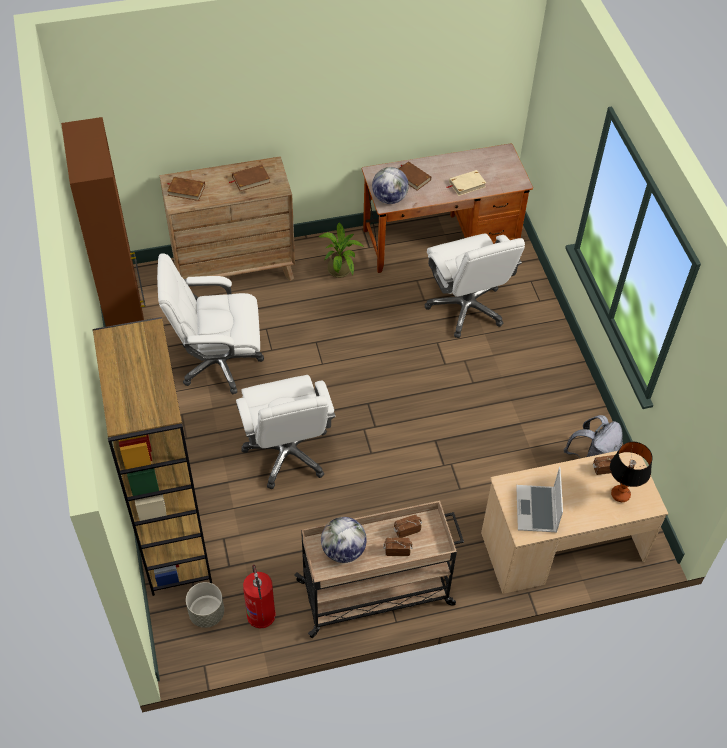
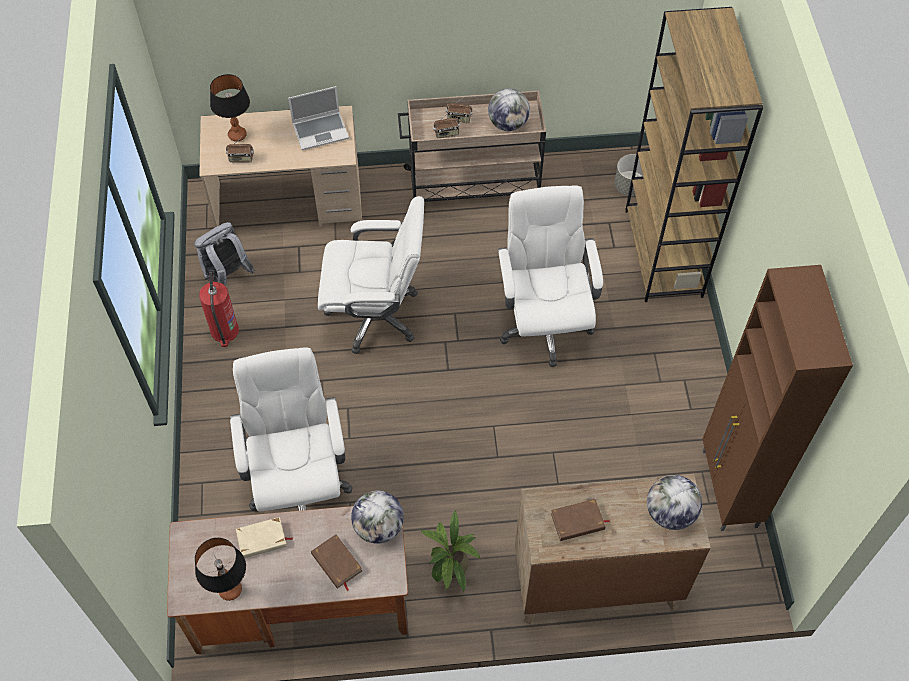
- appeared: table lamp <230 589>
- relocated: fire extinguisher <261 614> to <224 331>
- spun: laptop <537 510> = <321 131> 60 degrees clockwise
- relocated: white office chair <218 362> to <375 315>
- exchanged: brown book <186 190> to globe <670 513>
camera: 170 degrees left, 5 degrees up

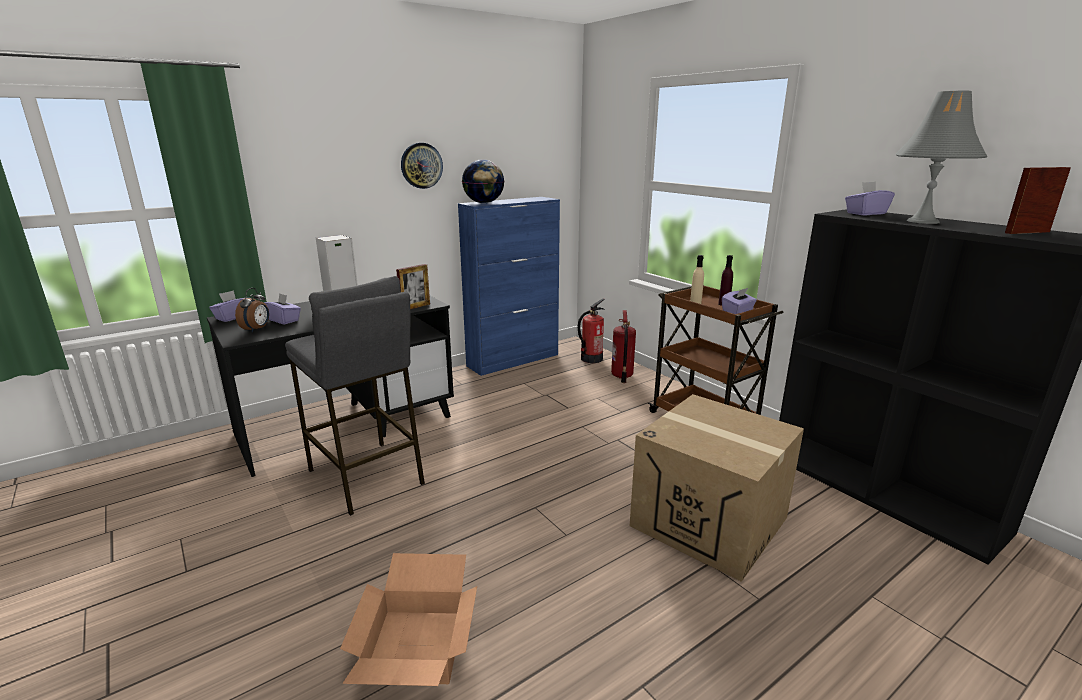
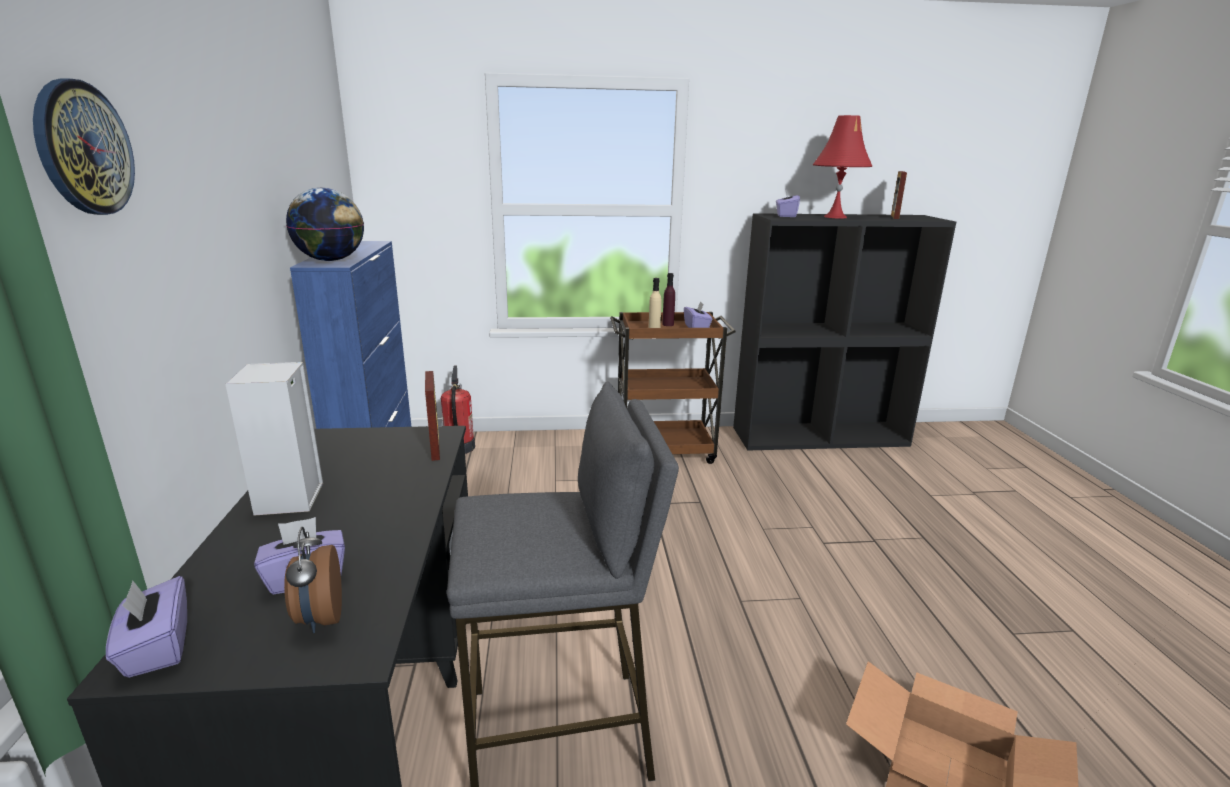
- relocated: wall clock <421 165> to <83 148>
- spun: alarm clock <257 329> = <319 618> 150 degrees counterclockwise
- colour: grey table lamp <923 221> to red table lamp <835 217>
- missing: fire extinguisher <621 376>
- missing: cardboard box <709 521>
camera: 60 degrees left, 0 degrees up

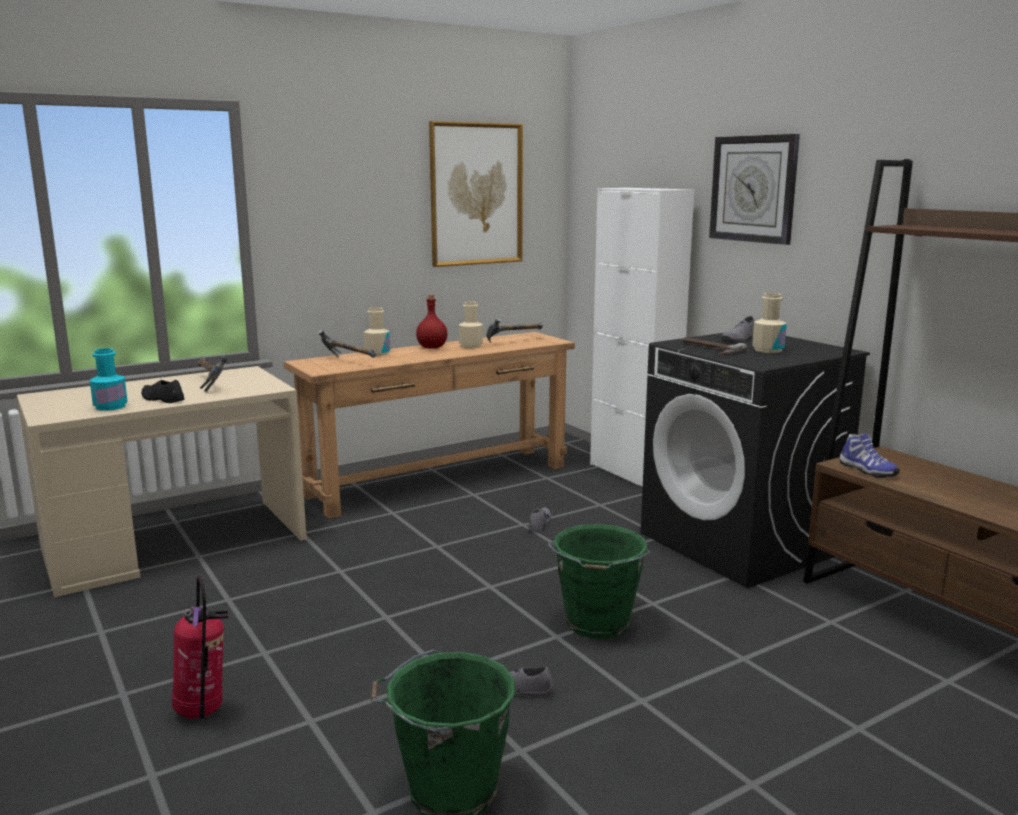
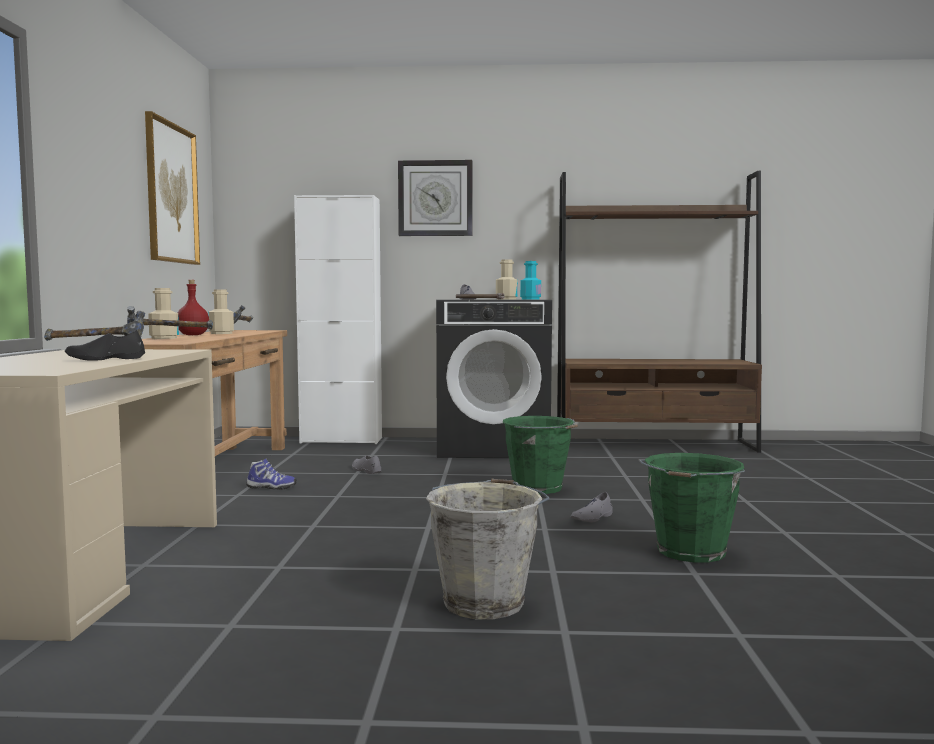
- relocated: shoe <866 471> to <271 487>
- exchanged: fire extinguisher <203 712> to grey bucket <485 602>
- relocated: turquoise bottle <110 407> to <530 299>
camera: 55 degrees left, 10 degrees down

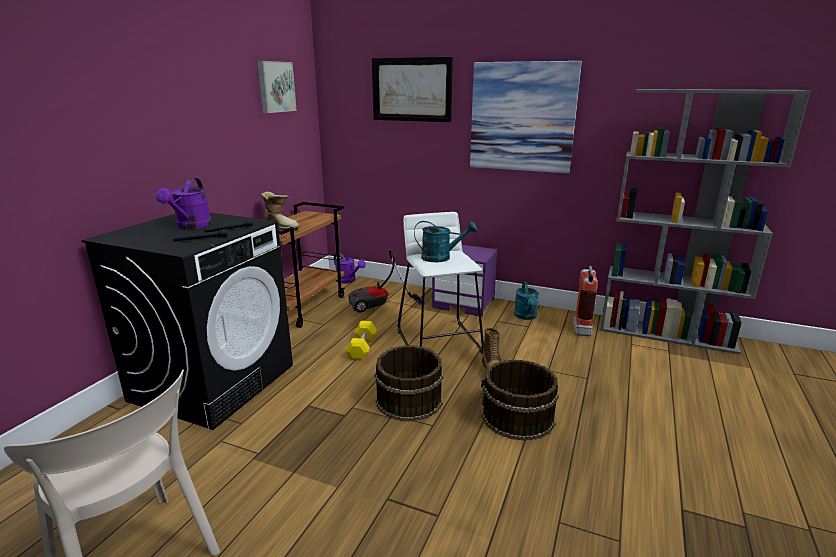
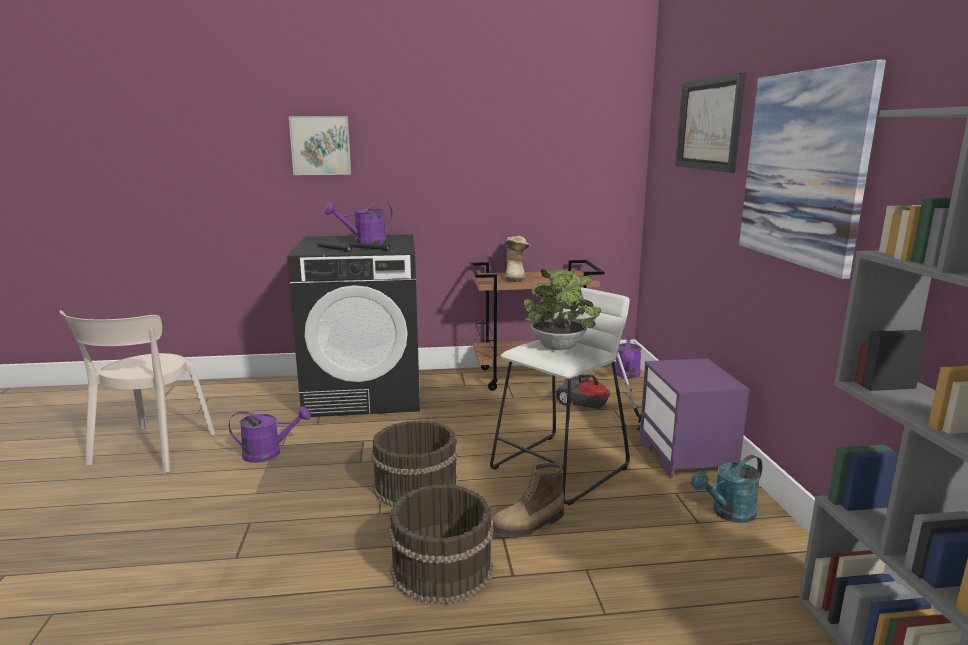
- appeared: purple watering can <269 453>
- relocated: picture <275 87> to <321 145>
- exchanged: turquoise watering can <441 258> to potted plant <559 348>
- missing: yellow dumbbell <362 348>
- missing: fire extinguisher <581 327>
camera: 60 degrees right, 5 degrees down

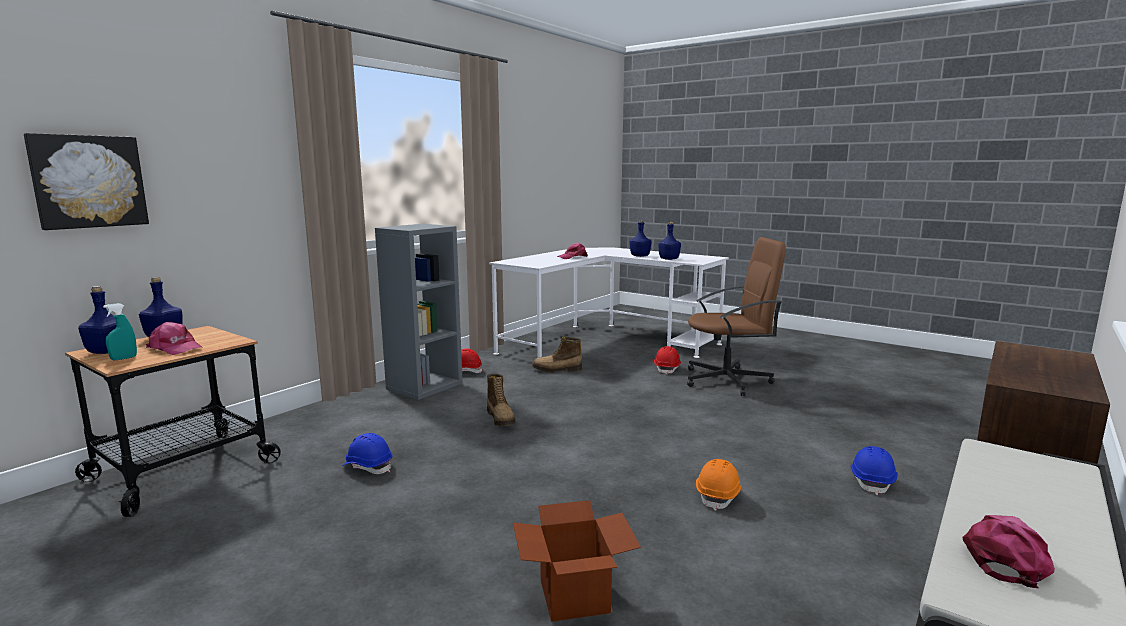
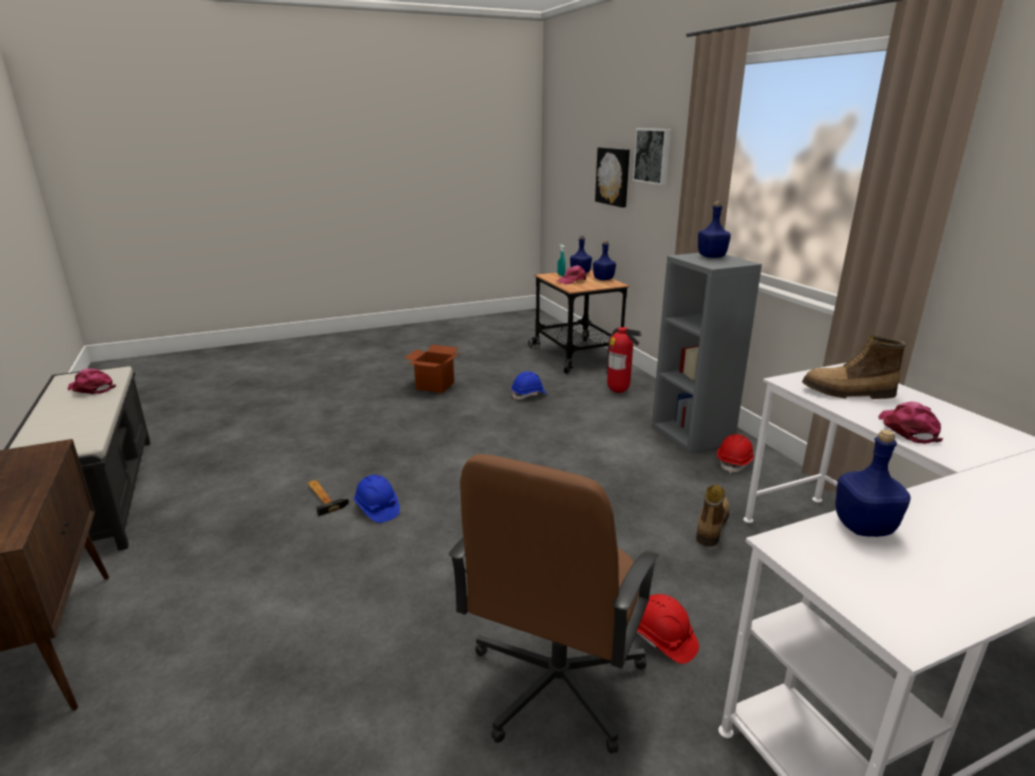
- spun: pink cap <1008 558> = <91 388> 135 degrees clockwise
- exchanged: orange hard hat <718 496> to hammer <324 497>
- relocated: blue hard hat <872 481> to <377 509>
- relocated: cardboard box <573 596> to <435 386>
- appeared: fire extinguisher <618 391>
- appeared: picture <653 156>
- relocated: blue bottle <639 256> to <711 256>
- relocated: boot <501 418> to <848 393>
camera: 120 degrees right, 10 degrees up

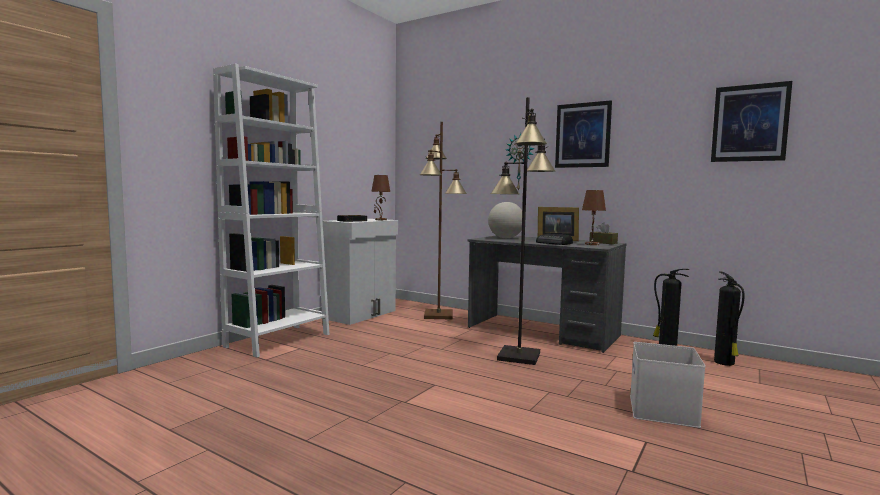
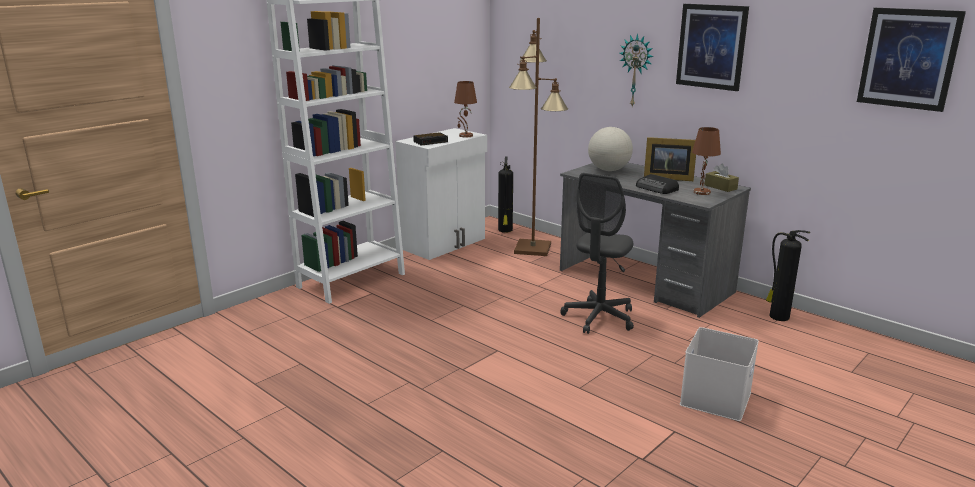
- relocated: fire extinguisher <725 363> to <505 230>
- exchanged: black floor lamp <518 356> to grey office chair <599 318>
camera: 10 degrees right, 15 degrees up

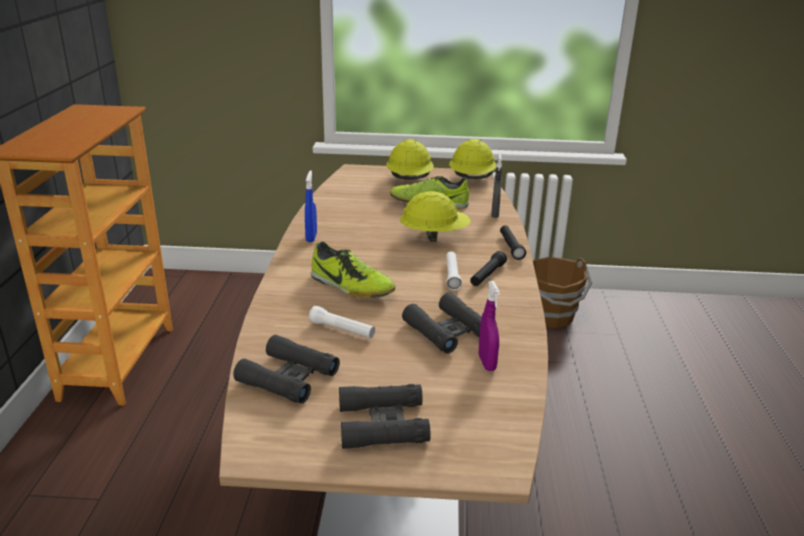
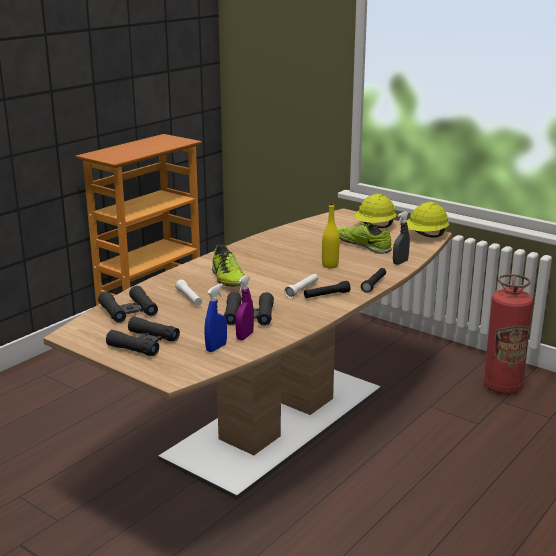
- relocated: blue spray bottle <311 237> to <216 347>
- exchanged: yellow hard hat <434 236> to yellow bottle <330 265>
- exchanged: brown bucket <551 316> to fire extinguisher <502 387>
camera: 35 degrees right, 5 degrees down

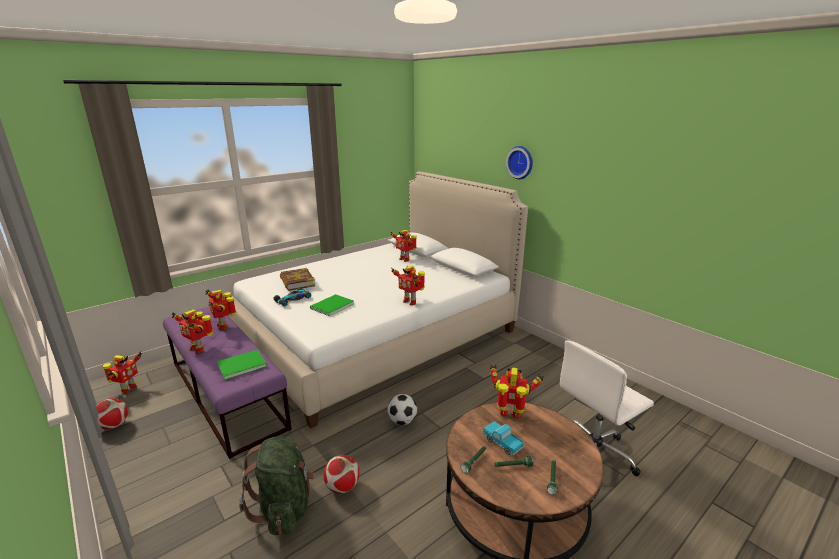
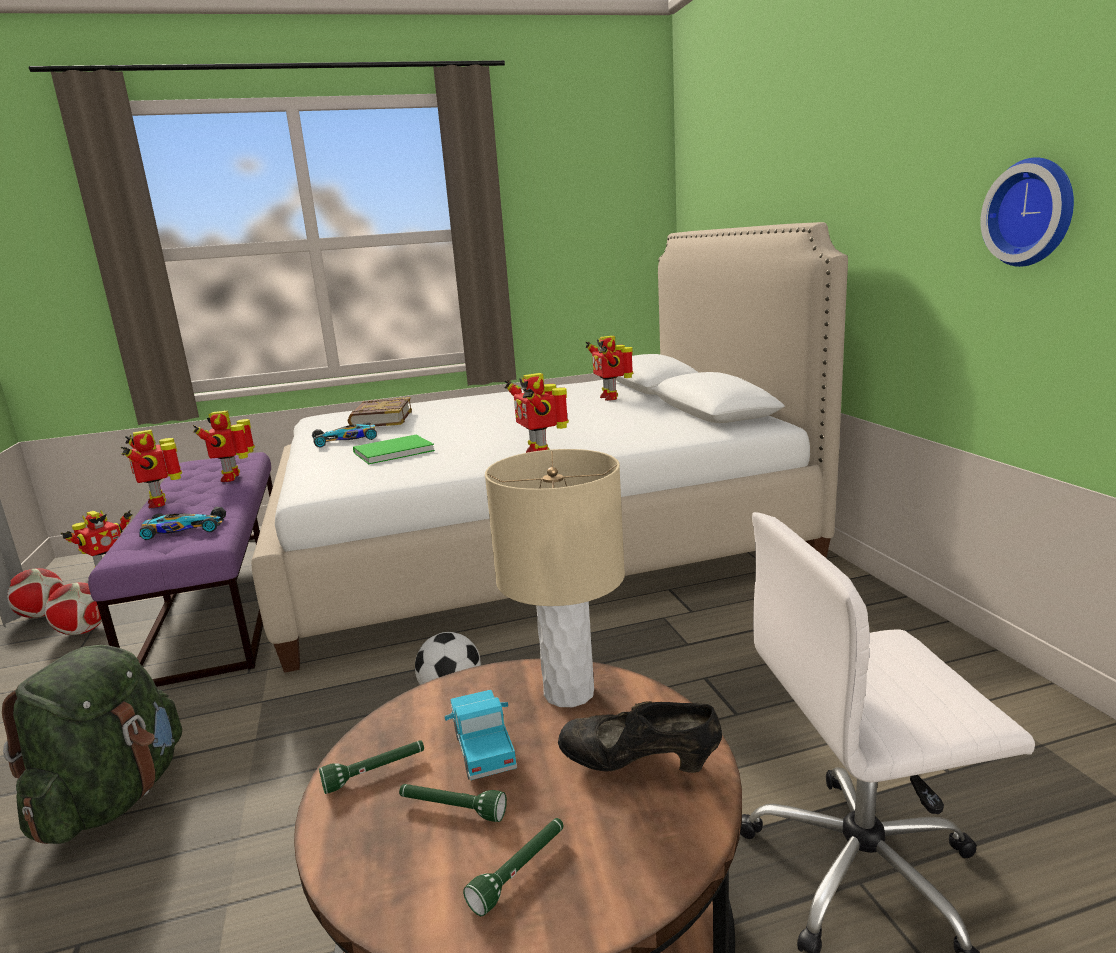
- relocated: football <342 487> to <83 631>
- exchanged: green book <240 365> to toy car <183 529>
- exchanged: toy robot <510 415> to beige table lamp <568 693>
- appeared: black shoe <639 765>
- relocated: wall clock <521 162> to <1033 212>
camera: 25 degrees right, 5 degrees down

